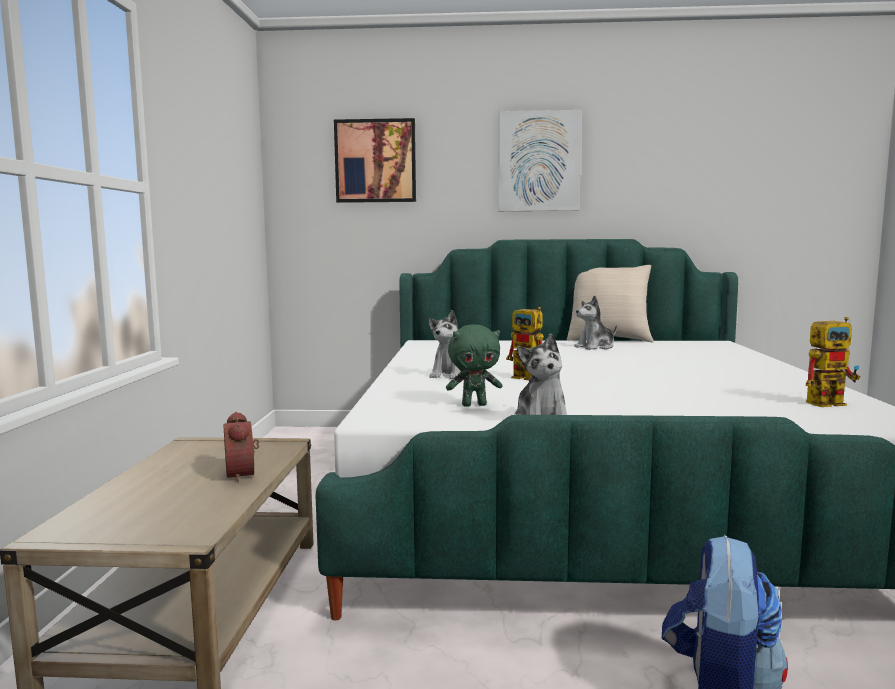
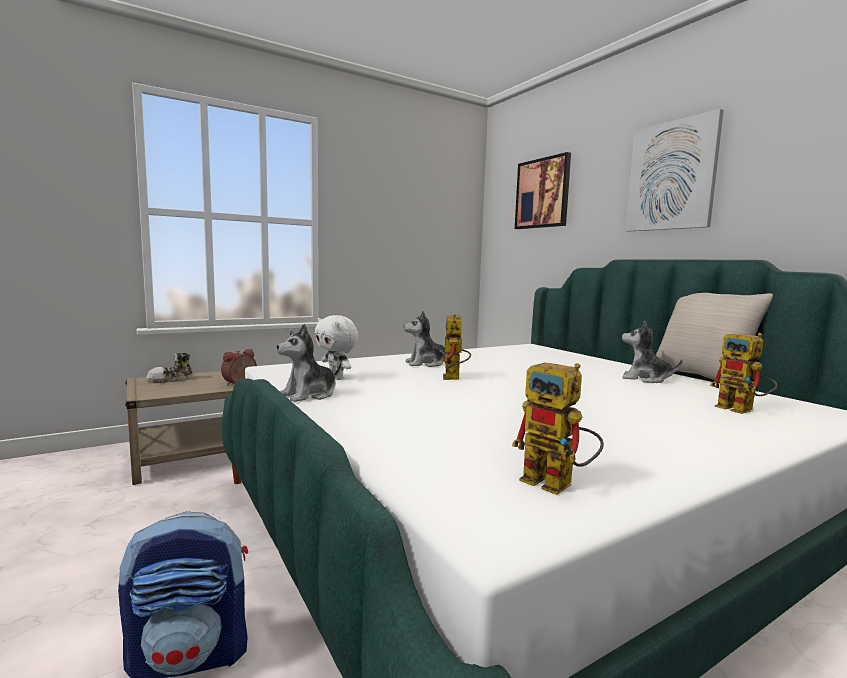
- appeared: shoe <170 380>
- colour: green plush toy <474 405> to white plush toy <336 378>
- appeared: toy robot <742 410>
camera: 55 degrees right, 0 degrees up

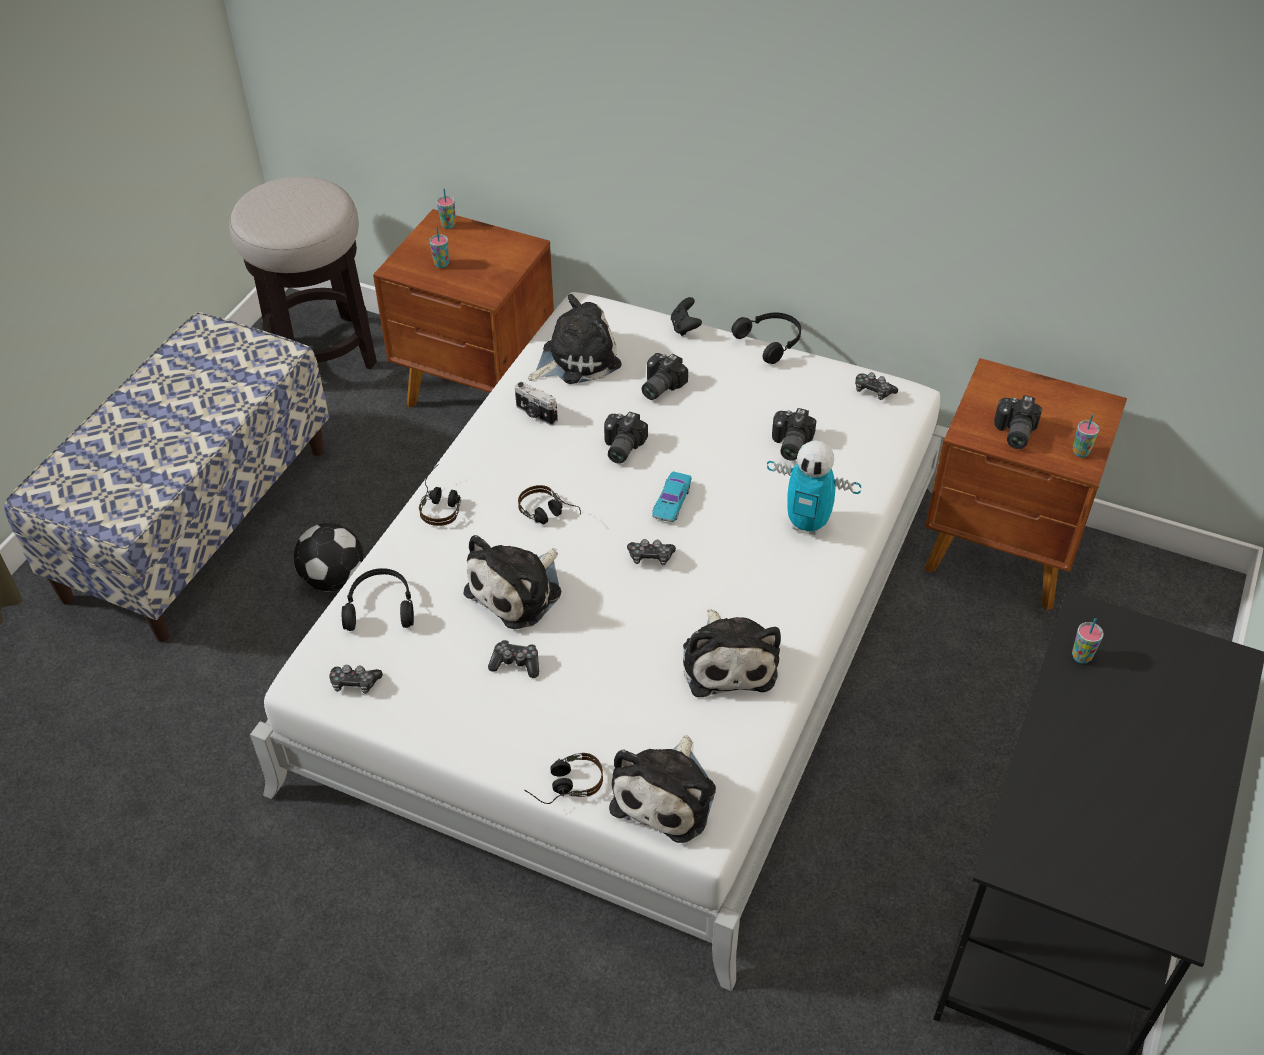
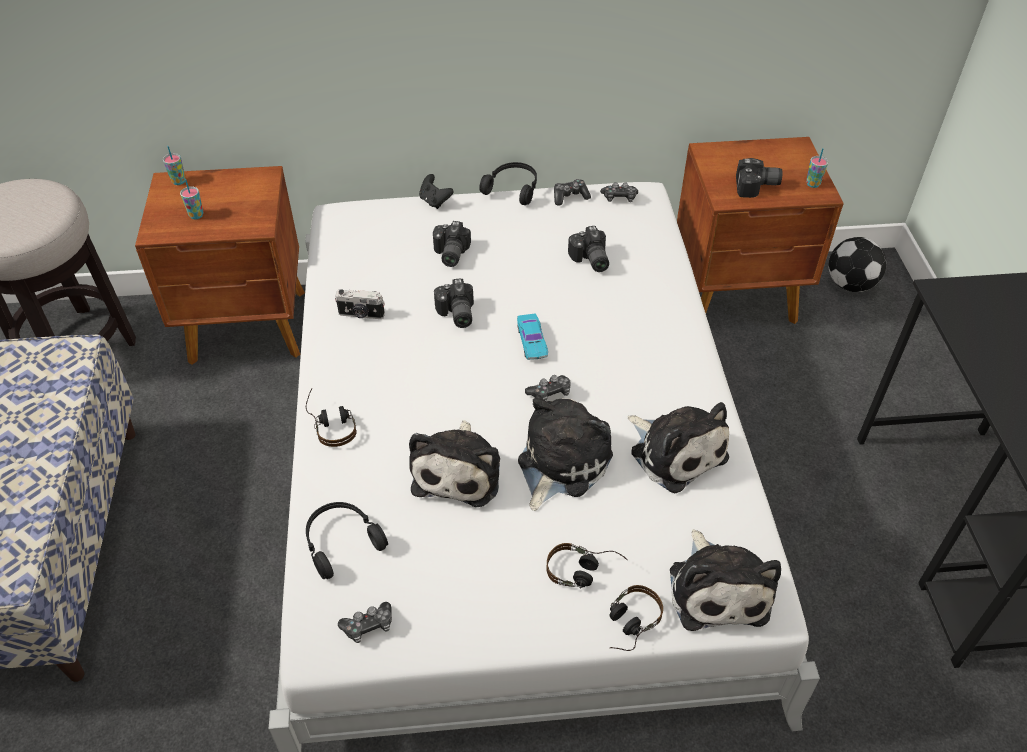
- relocated: plush toy <576 359> to <560 463>
- relocated: headphones <550 515> to <584 572>
- relocated: game controller <516 663> to <570 196>
- spun: photo camera <1013 432> = <757 187> 75 degrees counterclockwise
- relocated: football <334 579> to <851 284>
- missing: toy robot <807 524>
- missing: cup <1081 657>
camera: 30 degrees left, 0 degrees up

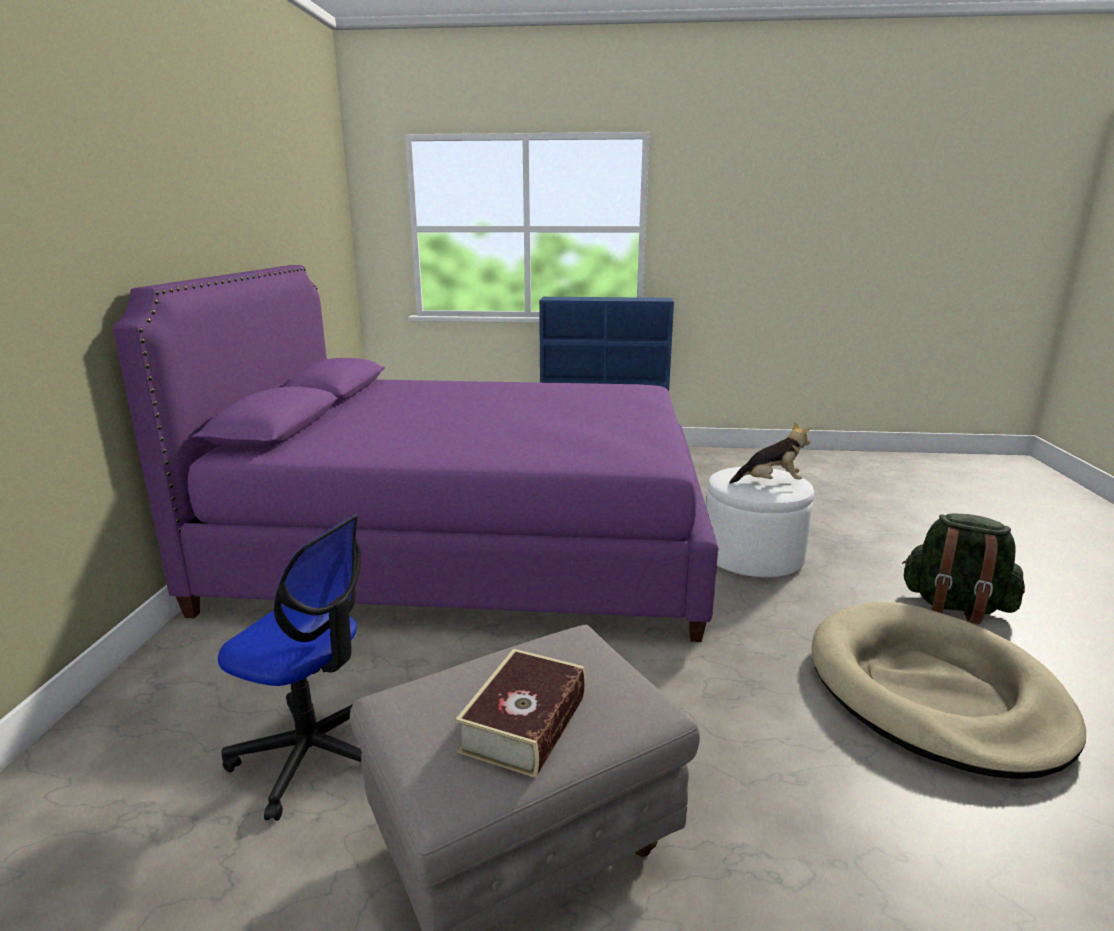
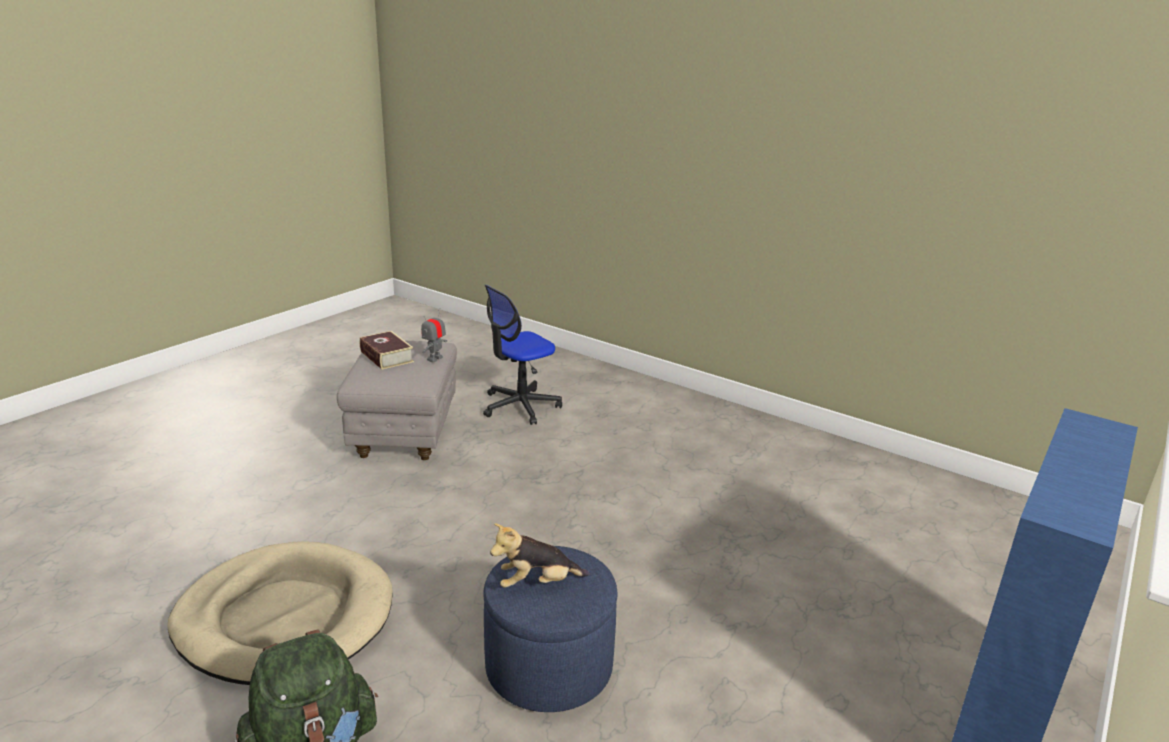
- appeared: toy robot <434 359>
- colour: white ottoman <752 556> to blue ottoman <549 666>
- spun: plush toy <770 482> = <537 583> 45 degrees clockwise
- missing: purple bed <471 546>
camera: 120 degrees right, 5 degrees up

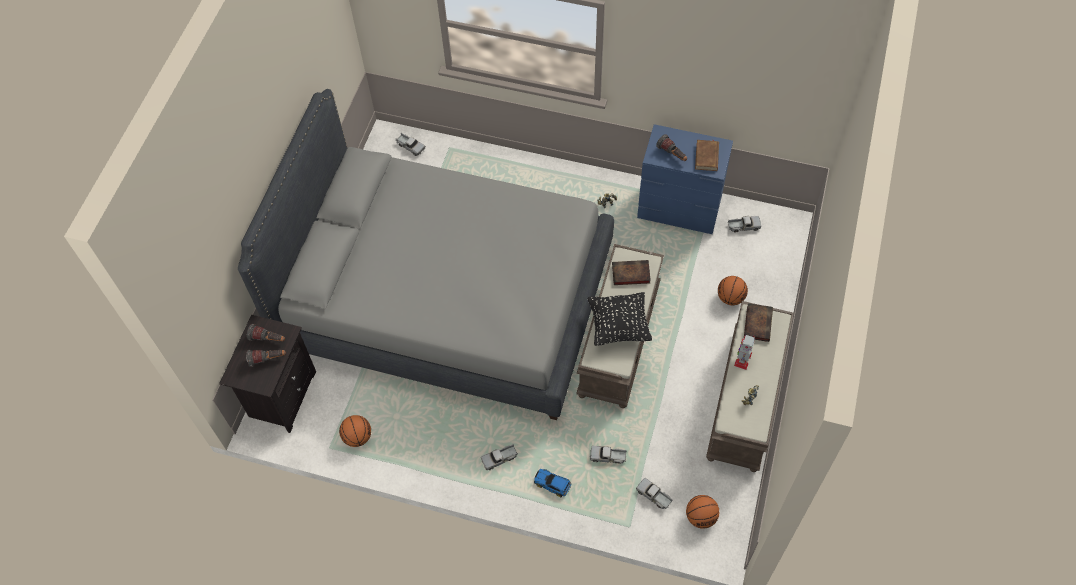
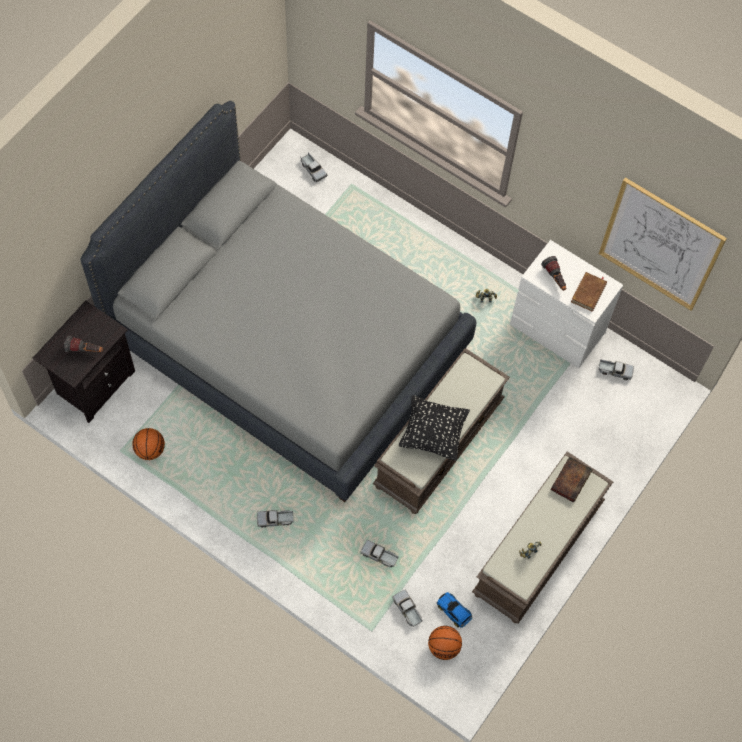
- relocated: toy car <553 484> to <454 611>
- colour: blue dresser <680 208> to white dresser <557 329>
- appeared: picture <660 244>
- missing: flashlight <268 339>
- missing: book <630 274>
- missing: basketball <730 298>
- missing: toy robot <743 359>
camera: 15 degrees right, 5 degrees up

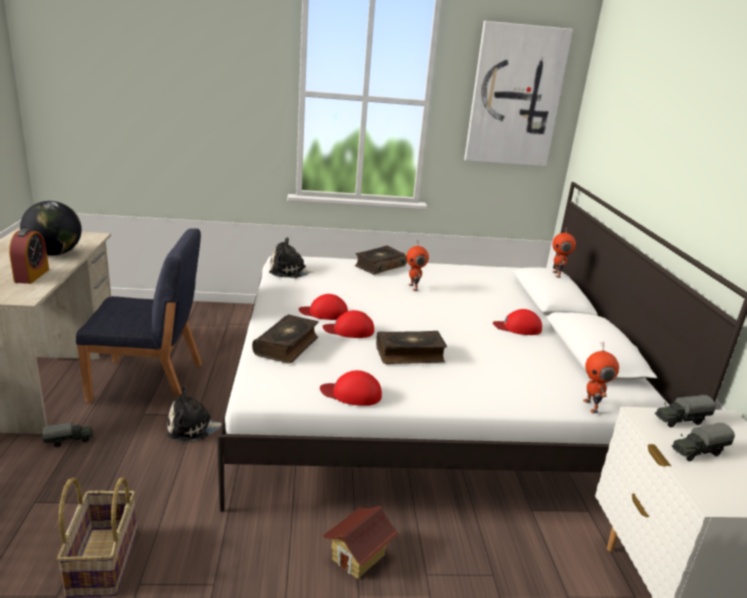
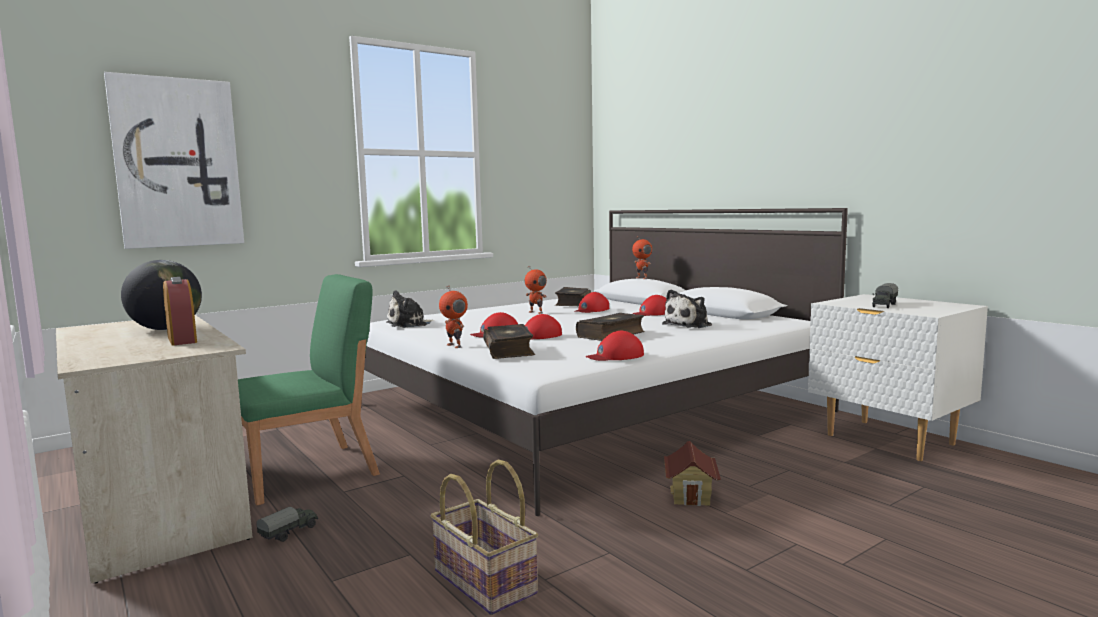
- relocated: picture <515 96> to <177 163>
- colour: blue chair <149 382> to green chair <308 472>
- relocated: toy robot <591 406> to <455 346>
- relocated: book <379 266> to <572 303>
- appeared: red cap <591 310>
- relocated: plush toy <193 428> to <689 325>
- missing: toy truck <680 420>
camera: 30 degrees left, 15 degrees down

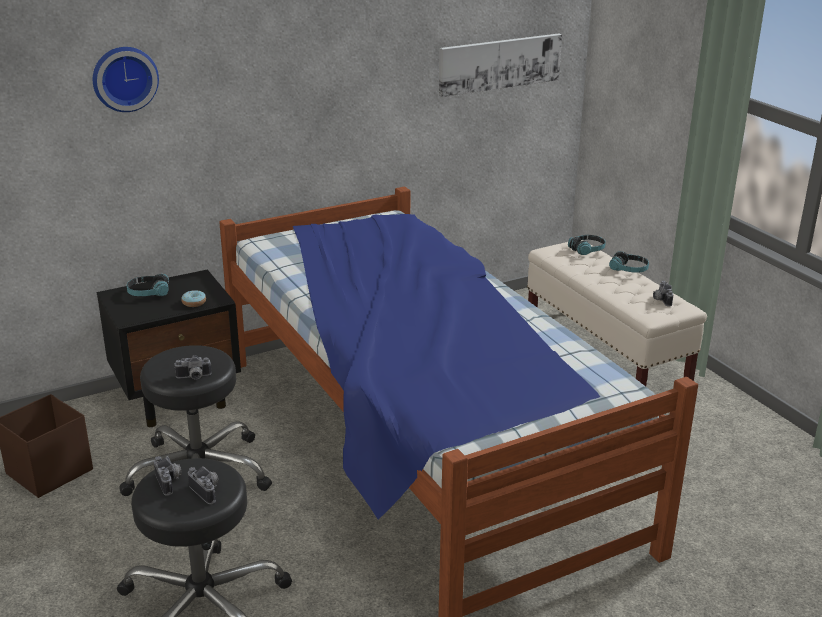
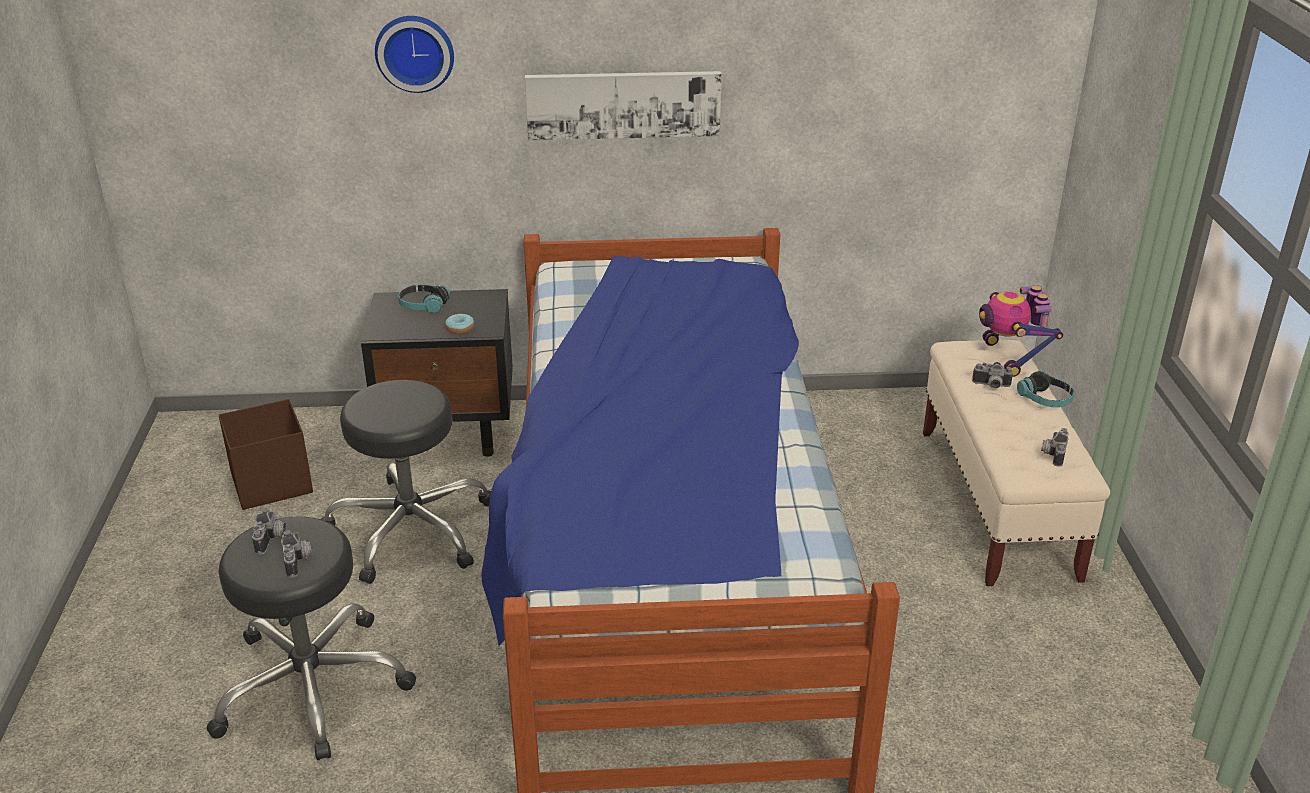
- relocated: picture <499 63> to <623 104>
- relocated: photo camera <193 377> to <991 386>
- exchanged: headphones <587 250> to toy robot <1010 358>
camera: 25 degrees right, 5 degrees up

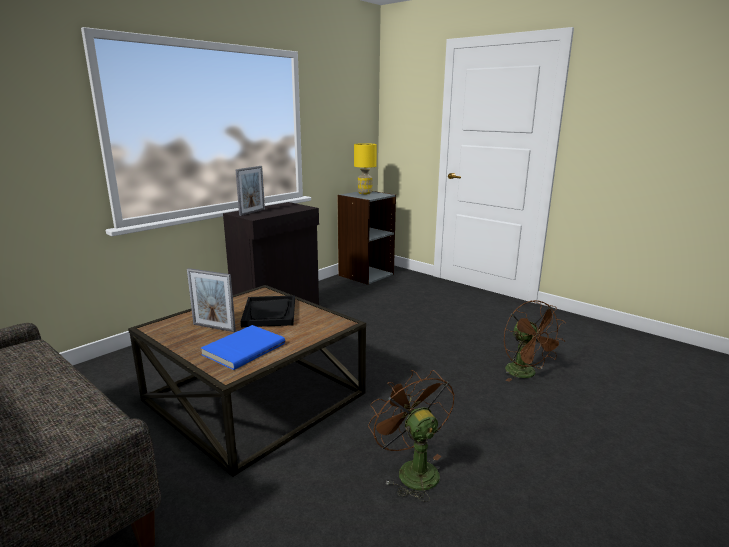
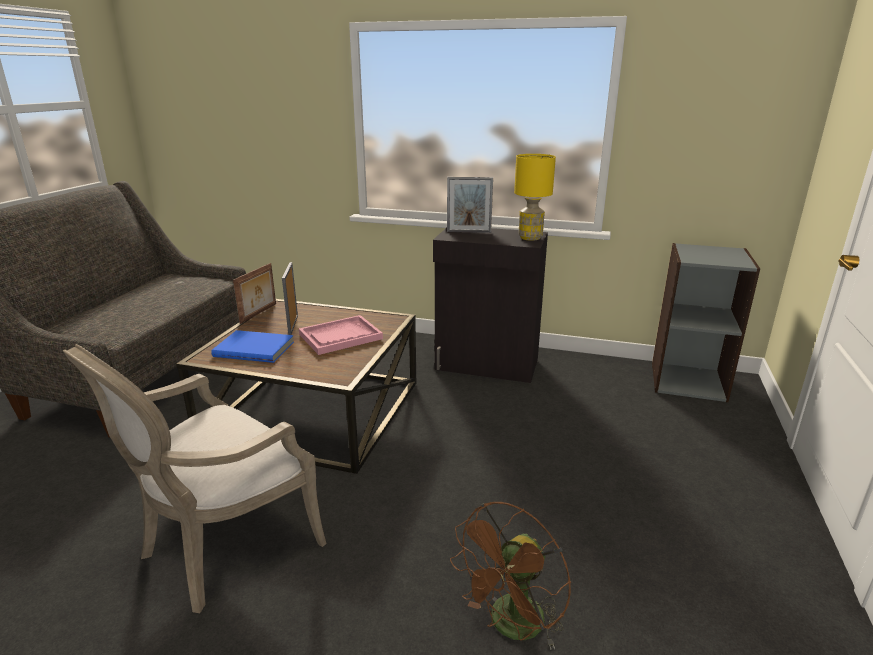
- exchanged: brown fan <412 470> to armchair <221 547>
- appeared: picture frame <259 313>
- colour: black tray <269 313> to pink tray <340 337>
- relocated: yellow table lamp <365 193> to <530 238>
camera: 65 degrees right, 5 degrees up

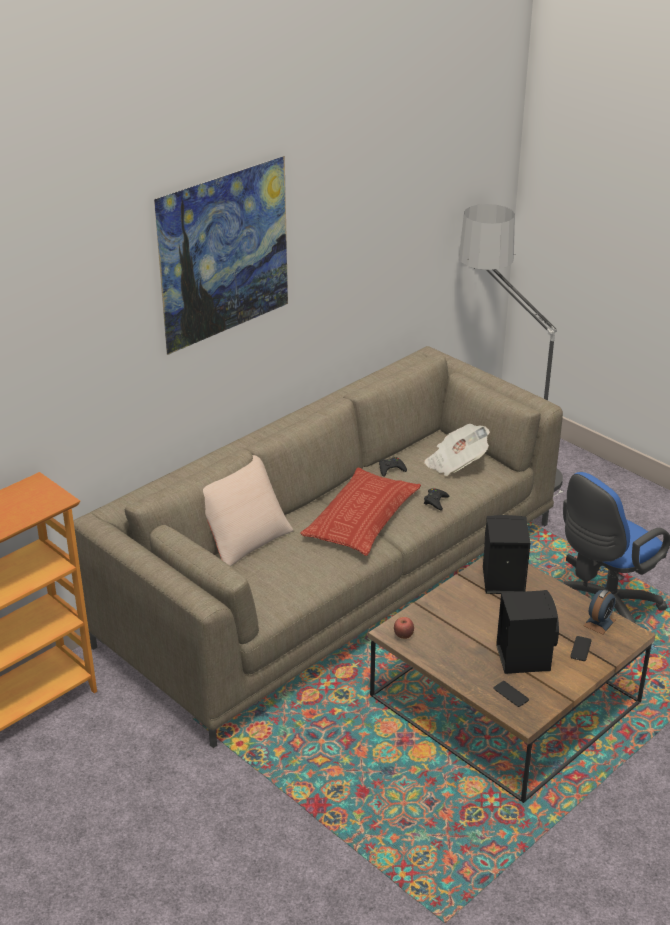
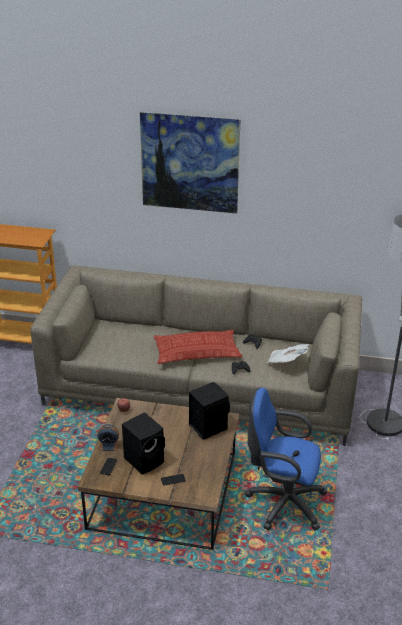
- relocated: alarm clock <599 623> to <109 445>
- missing: beige pillow <244 538>
camera: 55 degrees right, 0 degrees up

